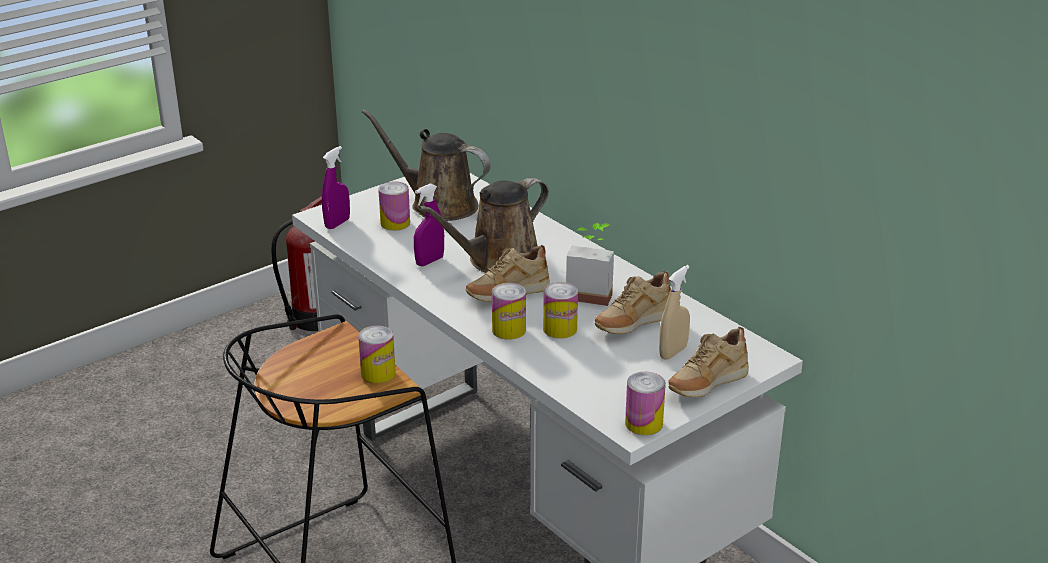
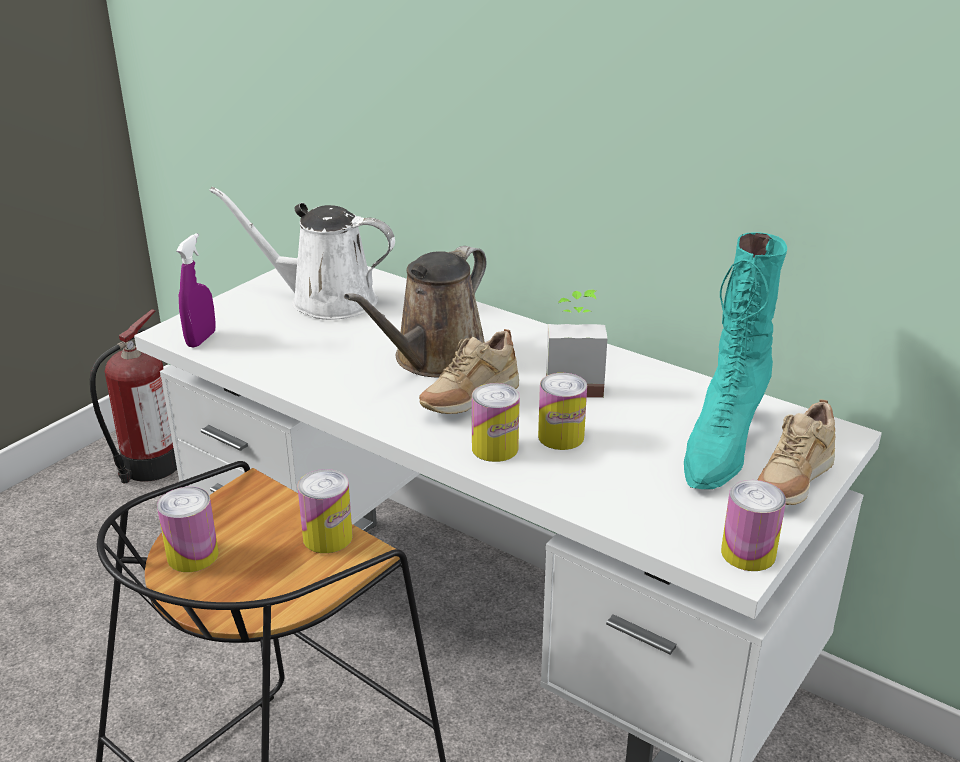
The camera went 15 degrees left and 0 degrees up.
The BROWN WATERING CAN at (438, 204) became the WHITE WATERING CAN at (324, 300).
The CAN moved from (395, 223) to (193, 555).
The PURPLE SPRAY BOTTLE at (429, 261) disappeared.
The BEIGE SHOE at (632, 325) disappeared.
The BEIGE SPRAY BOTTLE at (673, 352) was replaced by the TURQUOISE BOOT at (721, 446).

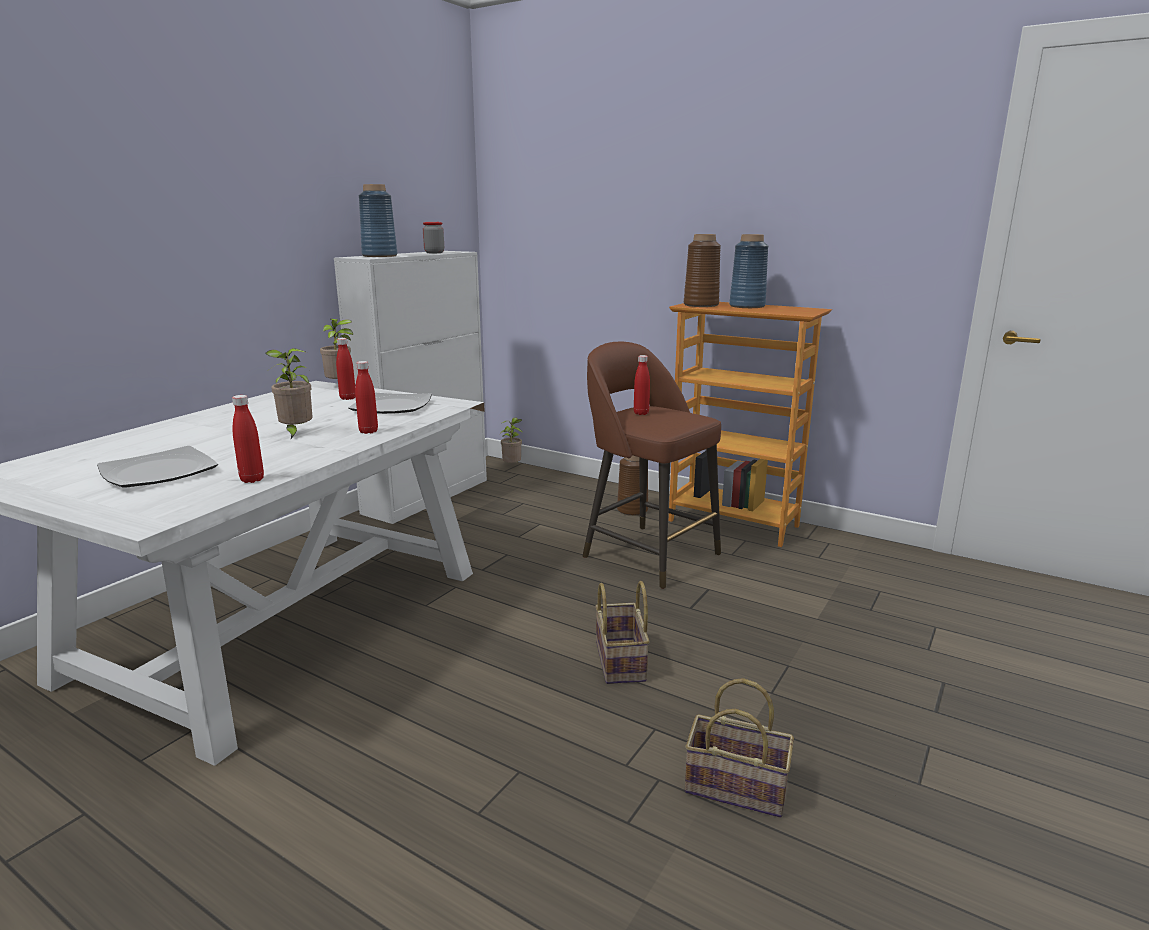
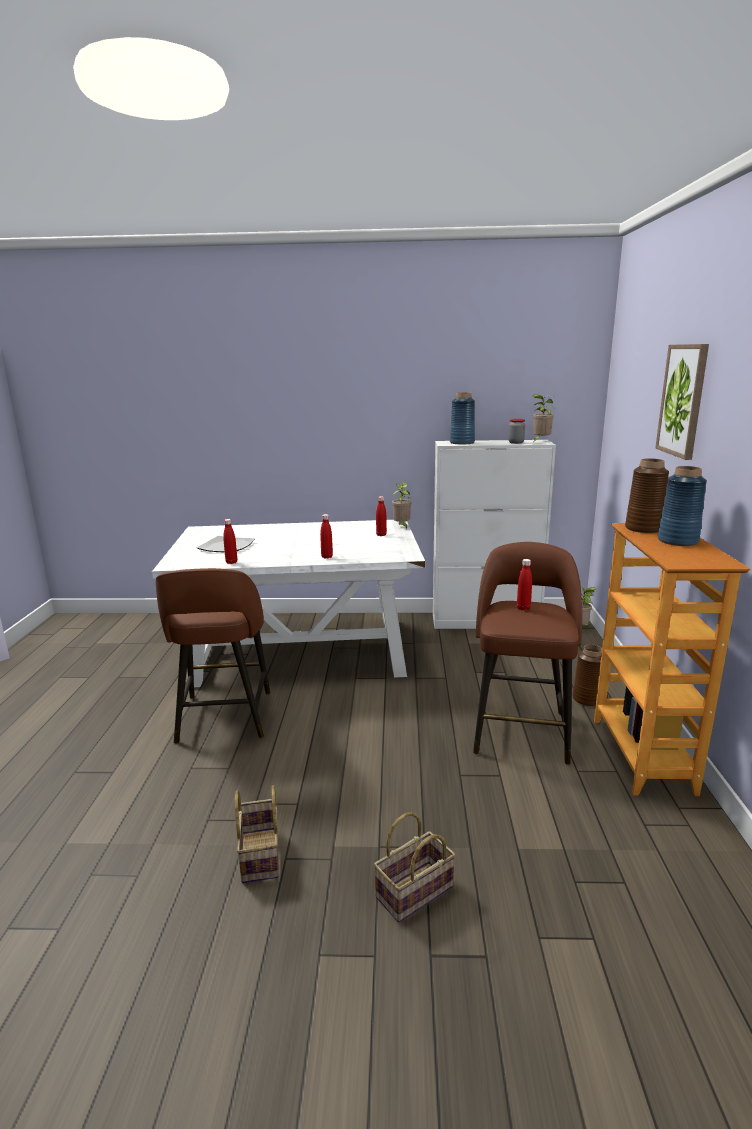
The camera went 60 degrees right and 0 degrees up.
The POTTED PLANT moved from (296, 433) to (540, 441).
The PLATE at (391, 407) disappeared.
The BASKET moved from (622, 662) to (414, 894).
The BROWN STOOL at (224, 718) appeared.
The PICTURE at (683, 400) appeared.

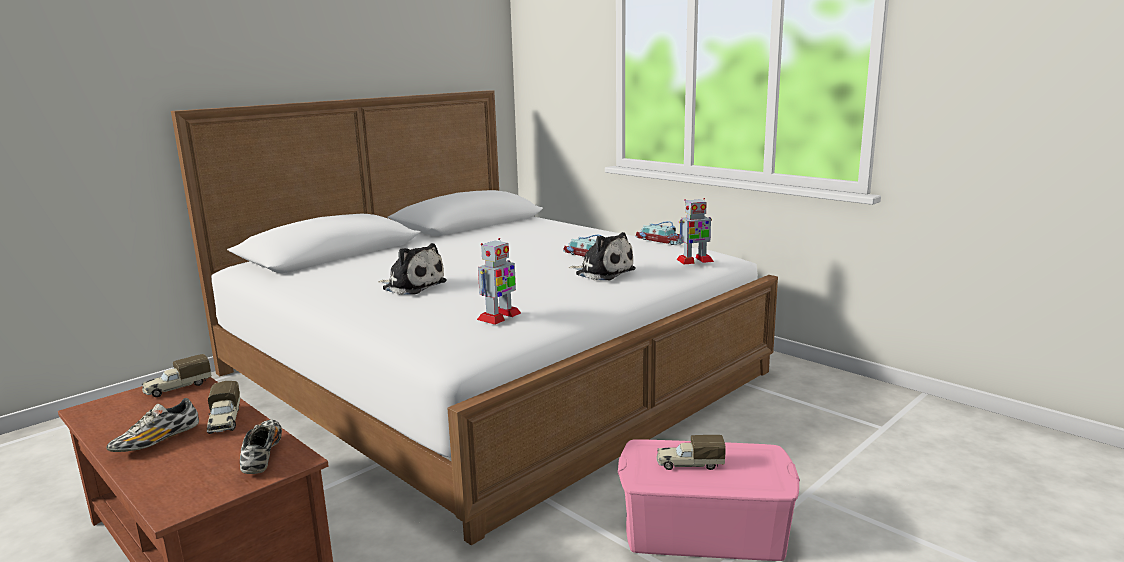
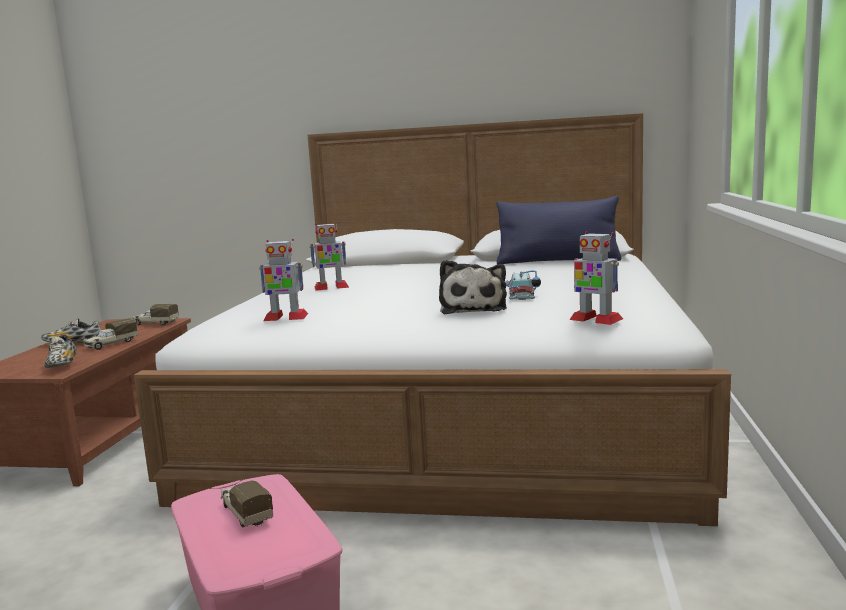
The camera went 55 degrees right and 5 degrees down.
The SHOE at (262, 455) turned 120 degrees clockwise.
The PLUSH TOY at (412, 286) was replaced by the TOY ROBOT at (331, 287).
The TOY CAR at (661, 240) disappeared.
The BLUE PILLOW at (557, 261) appeared.

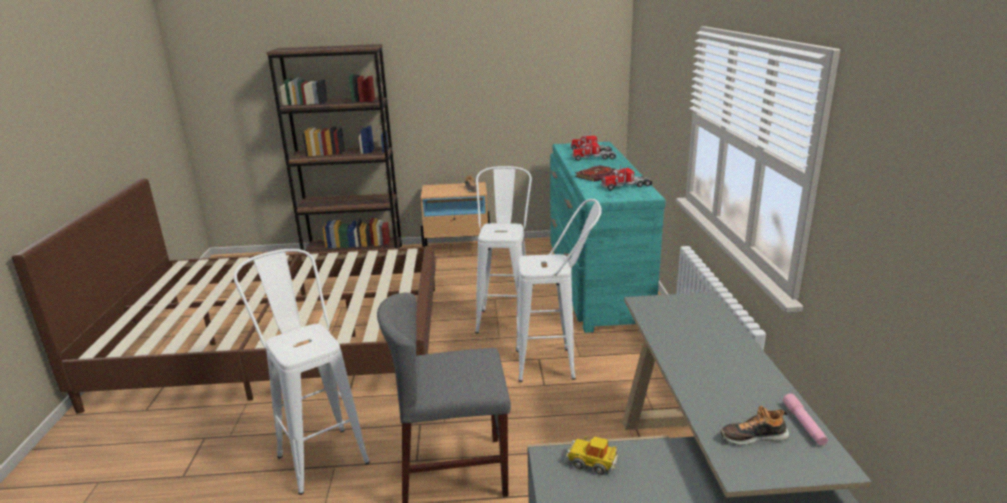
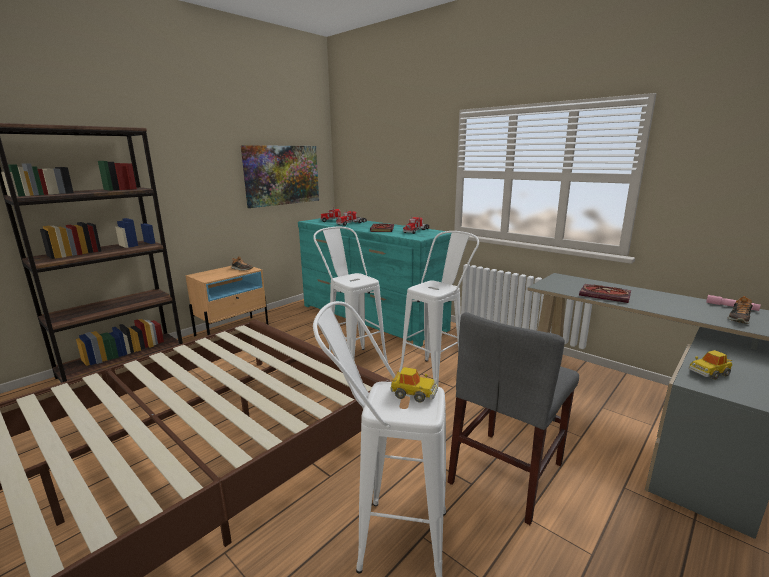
The camera went 45 degrees left and 5 degrees down.
The PICTURE at (282, 175) appeared.
The TOY CAR at (413, 393) appeared.
The BOOK at (606, 295) appeared.

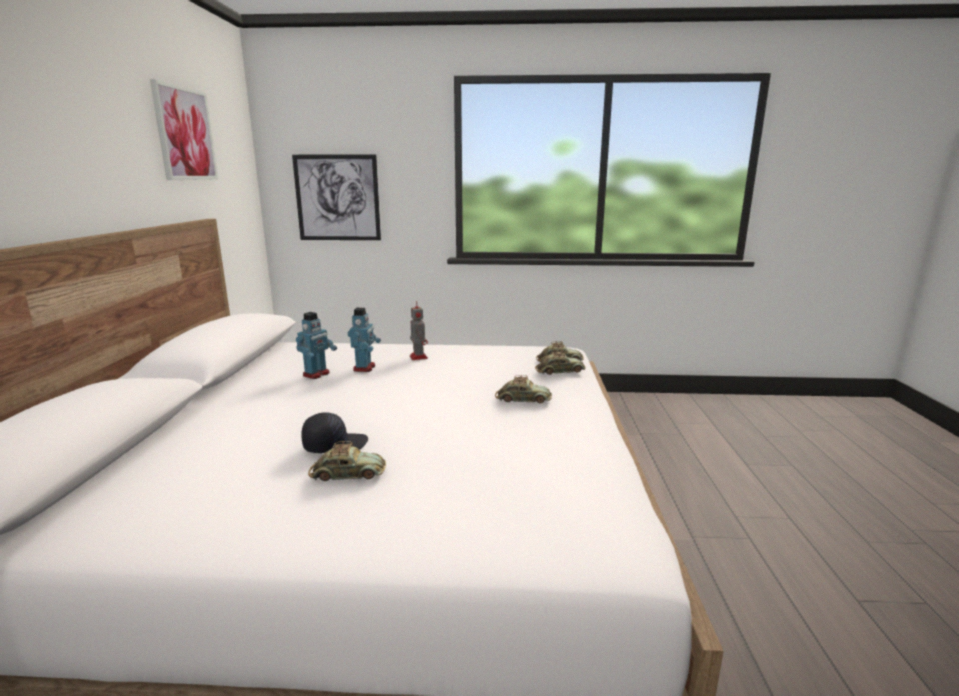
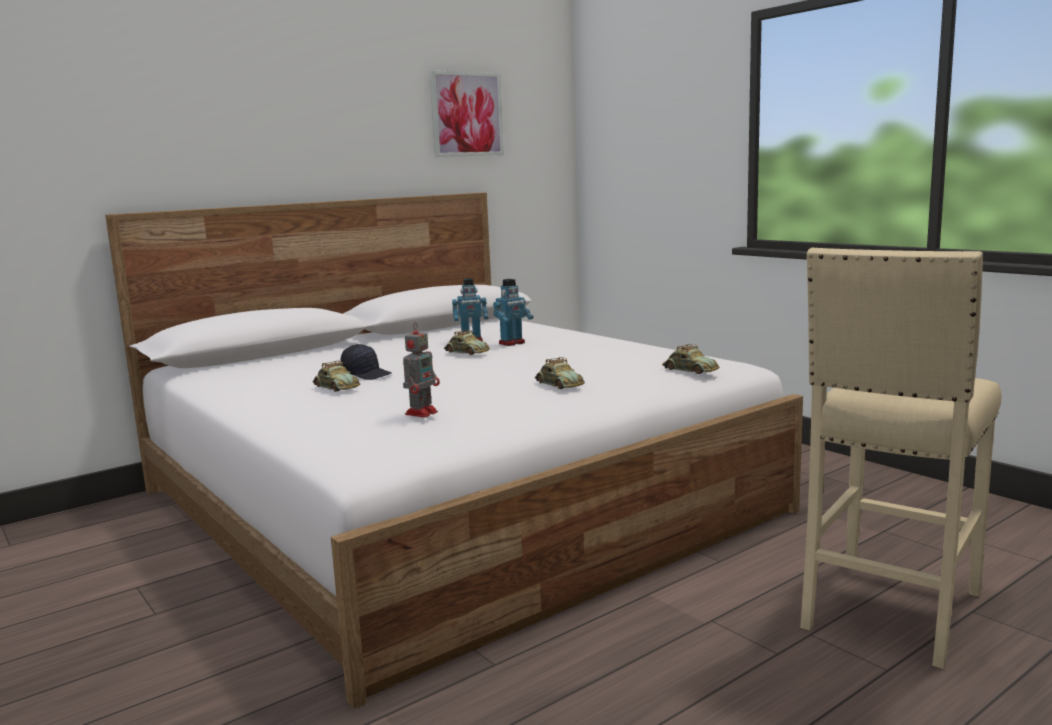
The camera went 50 degrees right and 5 degrees down.
The PICTURE at (337, 198) disappeared.
The TOY ROBOT moved from (418, 357) to (422, 412).
The TOY CAR moved from (559, 371) to (466, 352).
The BEIGE STOOL at (889, 611) appeared.

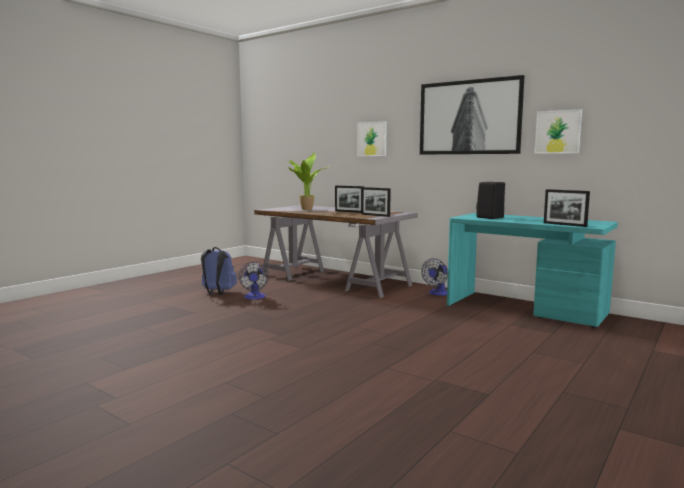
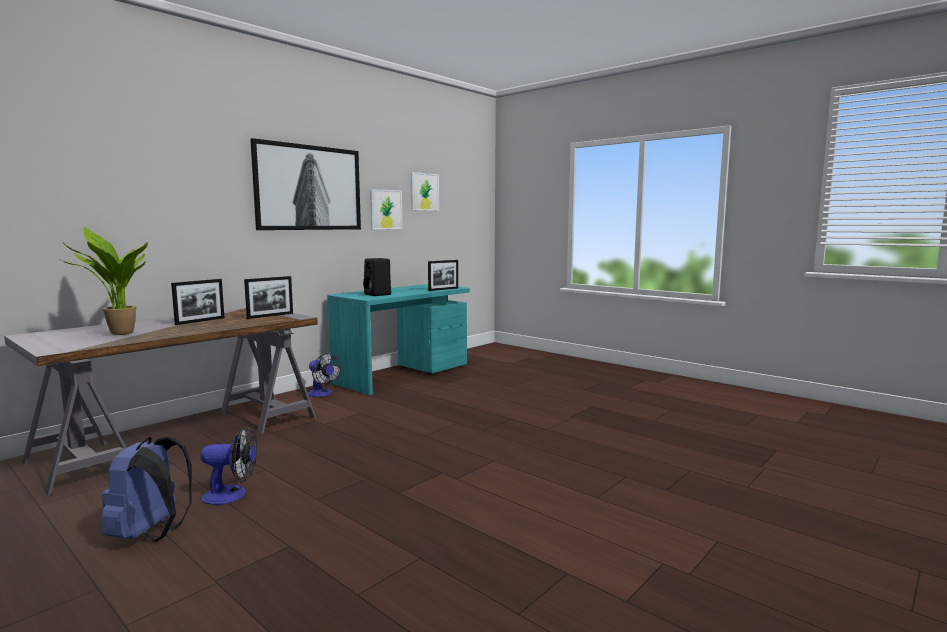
The camera went 85 degrees left and 0 degrees up.
The PICTURE moved from (372, 139) to (424, 192).

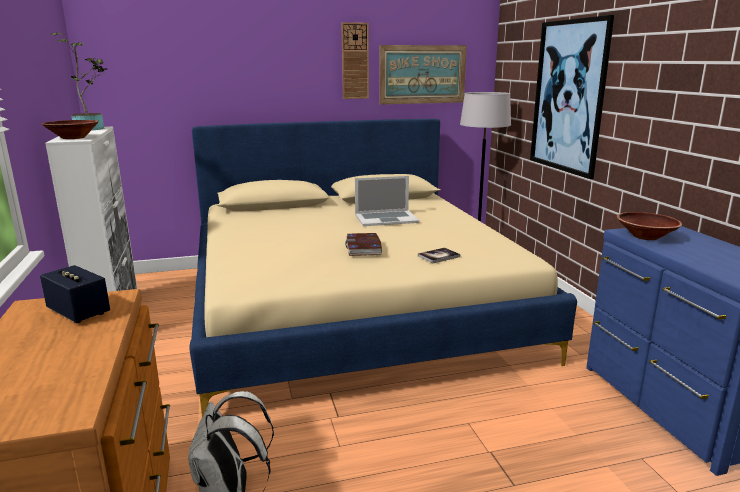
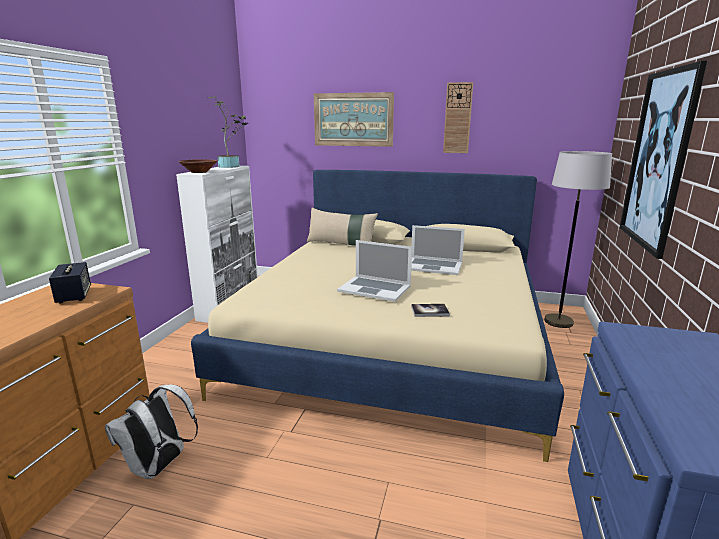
The camera went 30 degrees right and 0 degrees up.
The BOOK at (363, 247) was replaced by the LAPTOP at (374, 288).
The PICTURE moved from (422, 74) to (353, 119).
The BROWN BOWL at (645, 236) disappeared.
The BEIGE PILLOW at (341, 244) appeared.

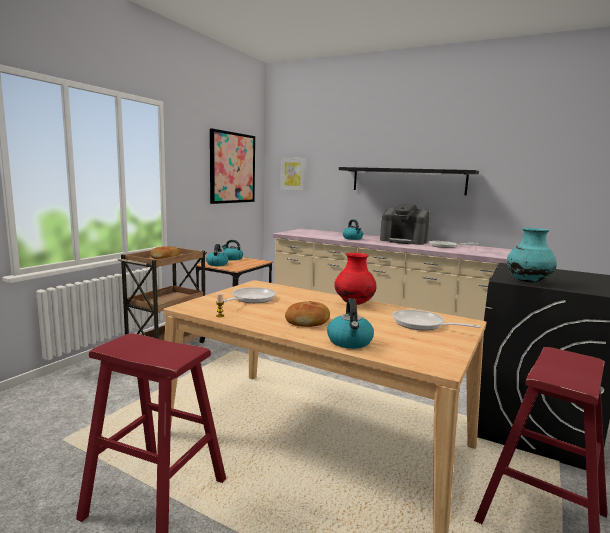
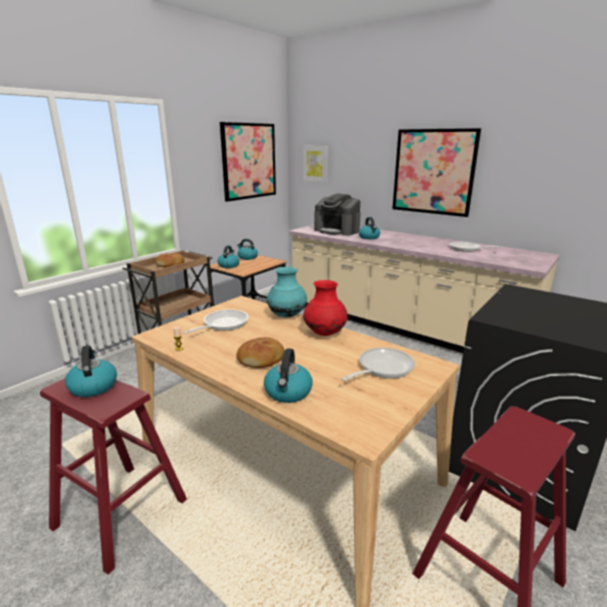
The camera went 10 degrees right and 10 degrees up.
The BLACK SHELF at (407, 181) was replaced by the PICTURE at (433, 172).
The COFFEE MACHINE moved from (404, 241) to (337, 231).
The FRYING PAN at (422, 325) turned 90 degrees clockwise.
The TURQUOISE VASE moved from (528, 282) to (287, 315).
The KETTLE at (93, 386) appeared.

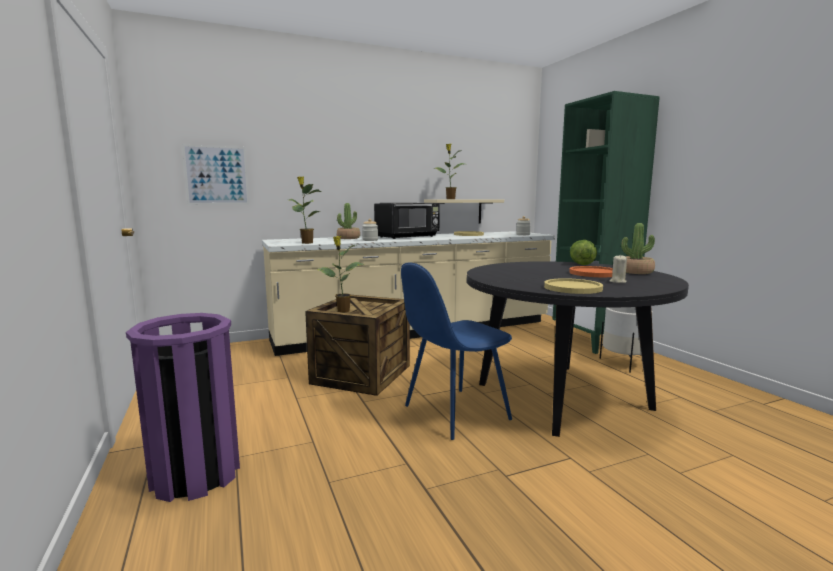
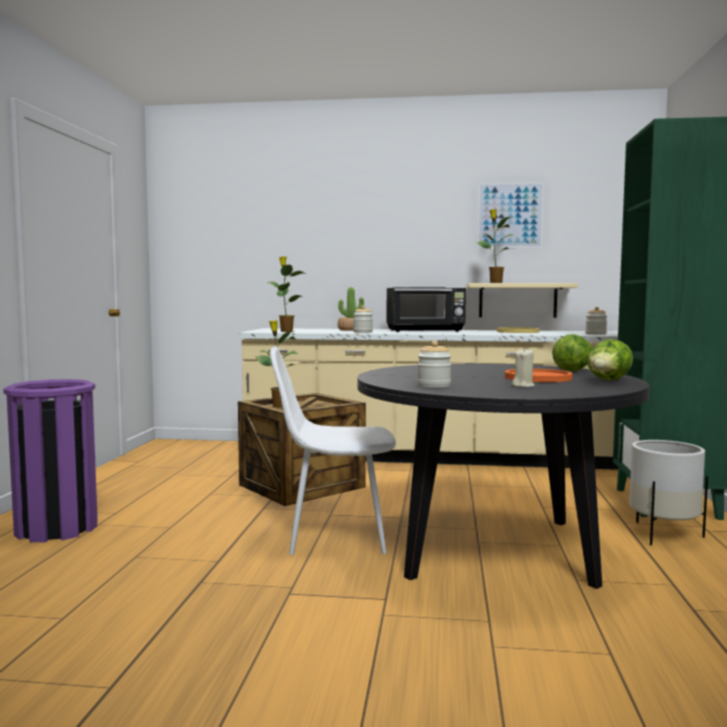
The camera went 30 degrees right and 5 degrees down.
The PICTURE moved from (216, 175) to (510, 215).
The BLUE CHAIR at (454, 413) became the WHITE CHAIR at (333, 535).
The YELLOW PLATE at (572, 288) was replaced by the JAR at (434, 385).
The POTTED PLANT at (636, 272) was replaced by the LETTUCE at (608, 381).

